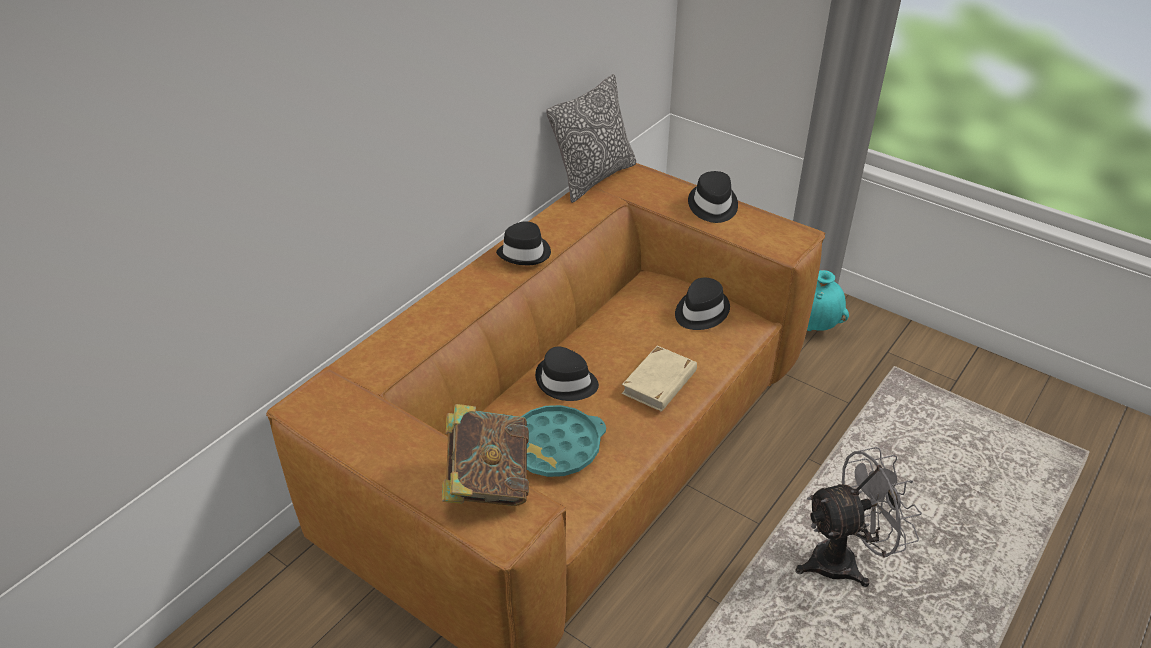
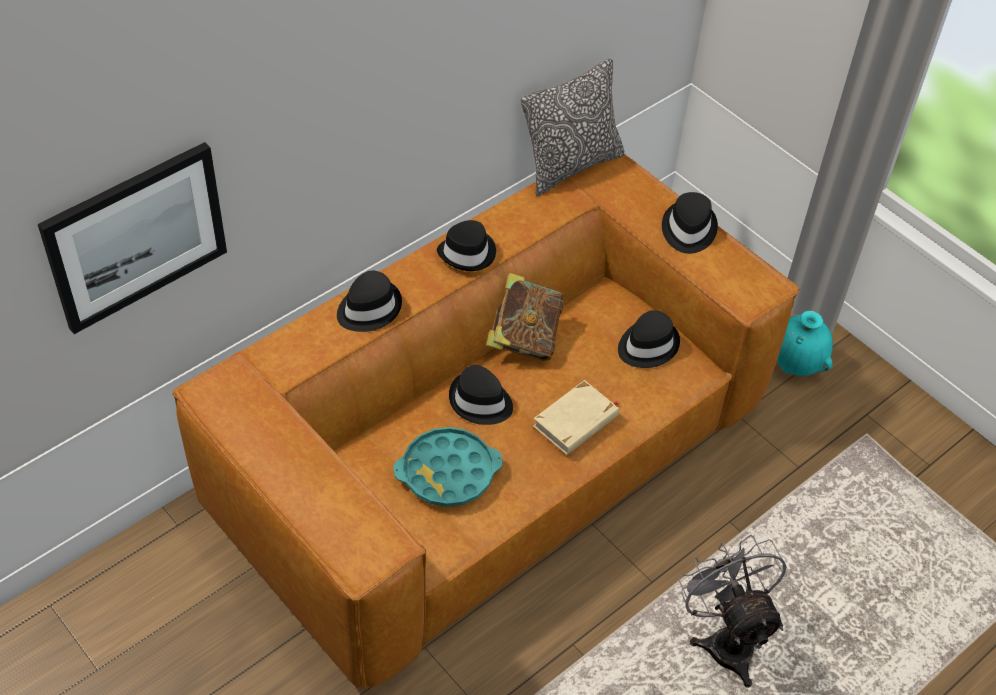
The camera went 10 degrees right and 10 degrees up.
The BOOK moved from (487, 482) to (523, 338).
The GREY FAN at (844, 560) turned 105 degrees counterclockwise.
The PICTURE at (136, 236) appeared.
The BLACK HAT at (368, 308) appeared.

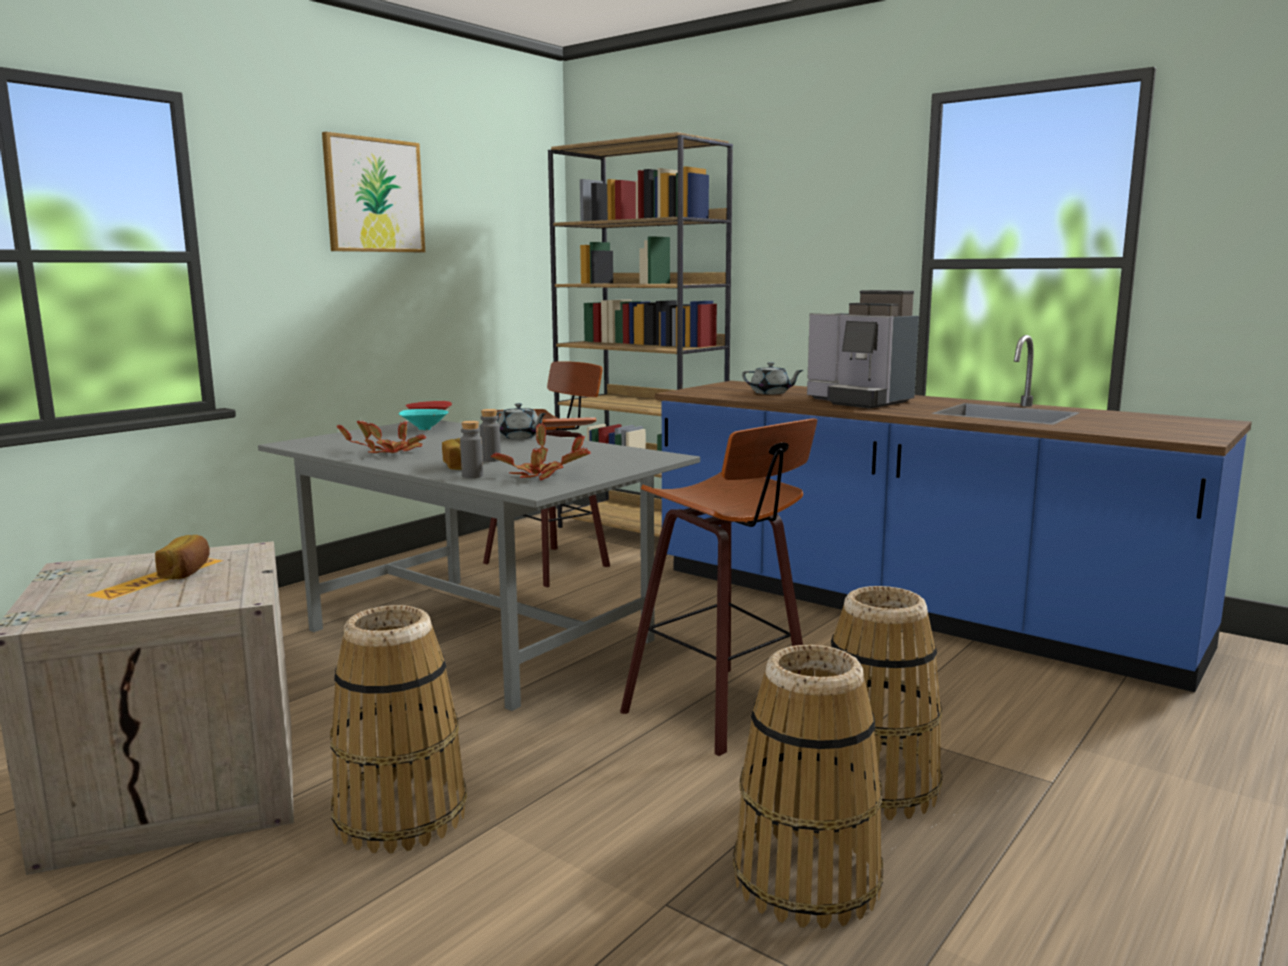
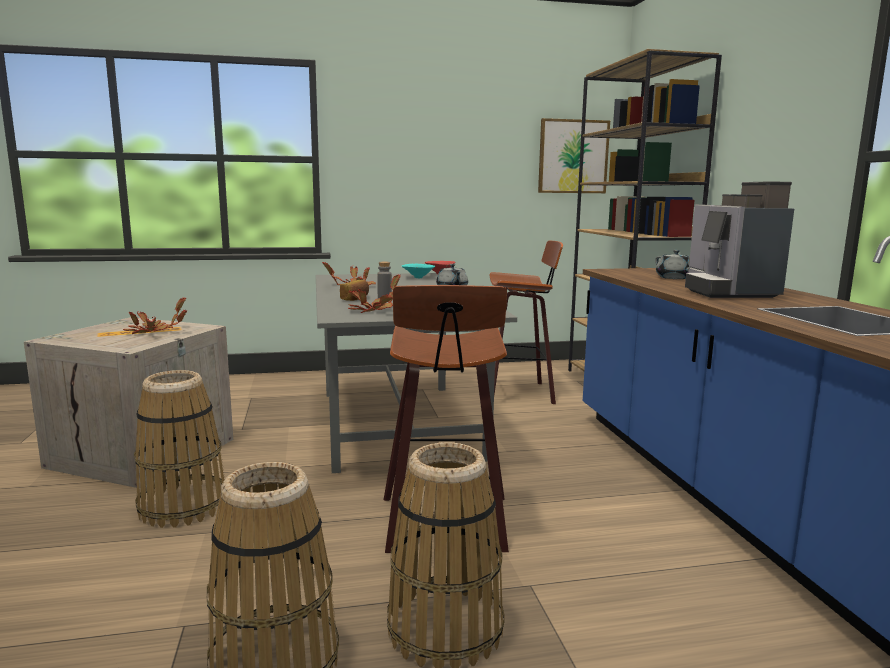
The camera went 40 degrees right and 0 degrees up.
The BREAD at (187, 572) was replaced by the POTTED PLANT at (153, 331).
The PICTURE moved from (374, 195) to (573, 156).
The GREY BOTTLE at (472, 476) disappeared.

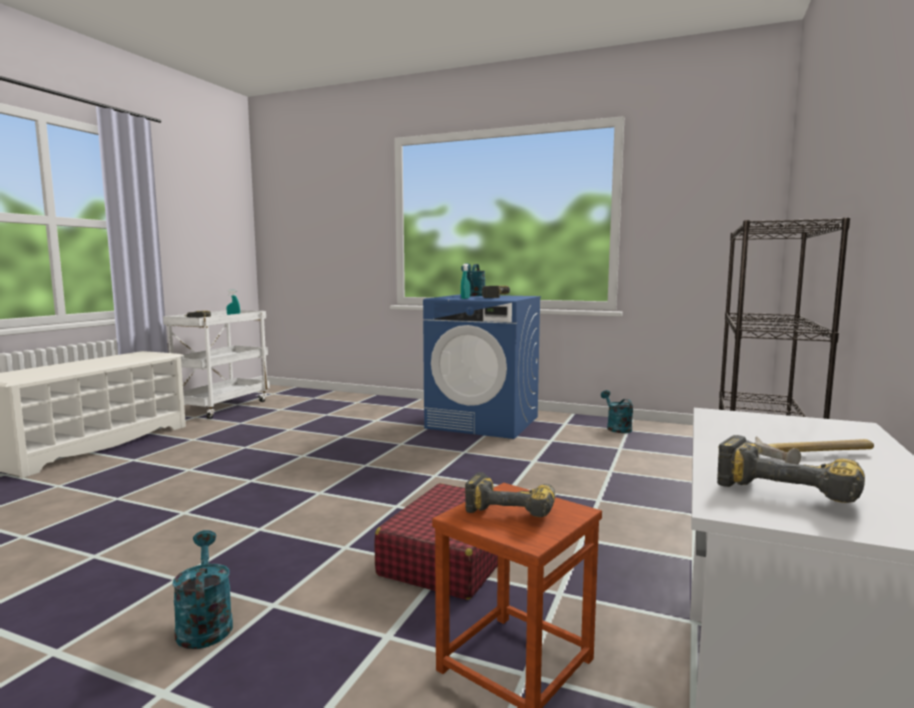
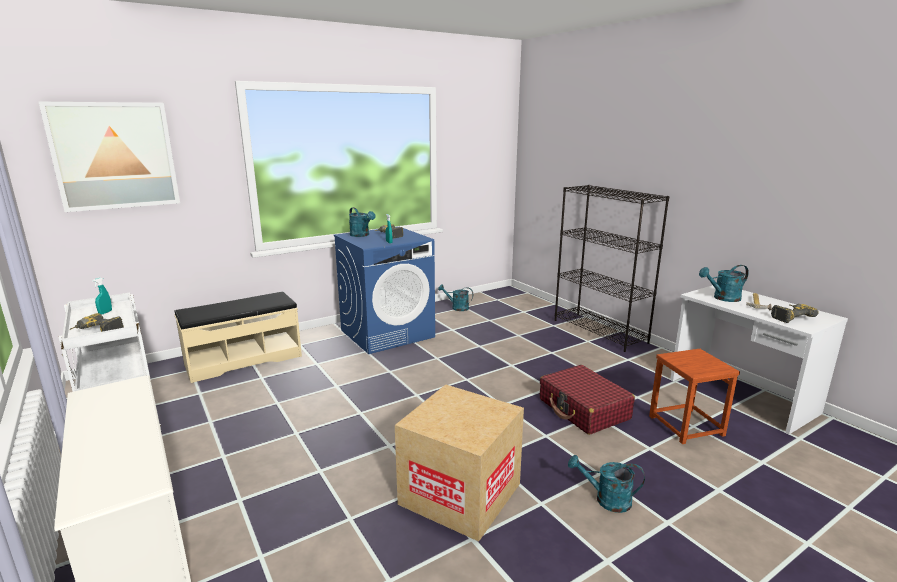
The camera went 55 degrees left and 10 degrees up.
The POWER DRILL at (513, 508) disappeared.
The PICTURE at (114, 156) appeared.
The BEIGE BENCH at (243, 360) appeared.
The CARDBOARD BOX at (460, 494) appeared.
The TURQUOISE WATERING CAN at (722, 298) appeared.

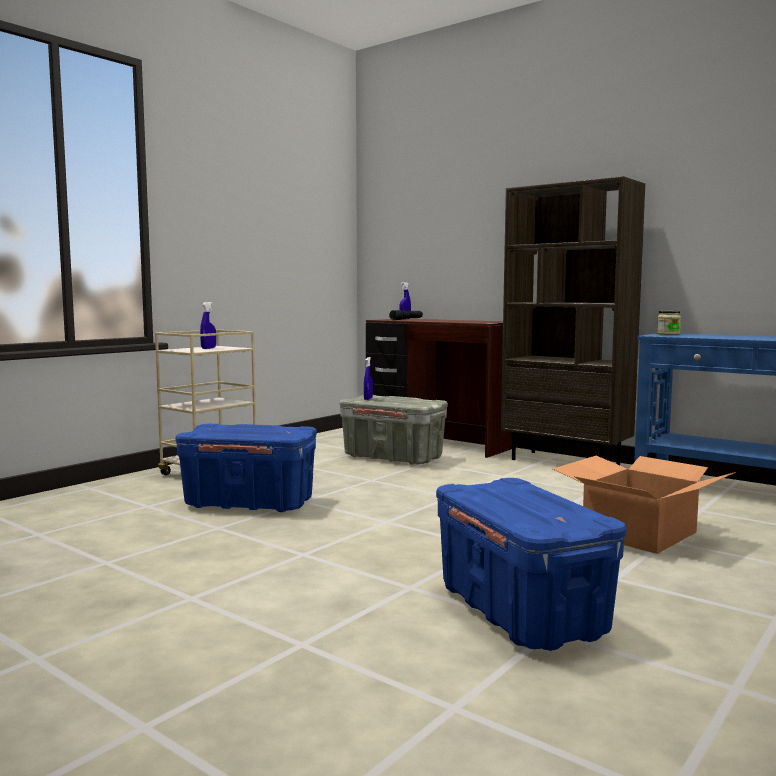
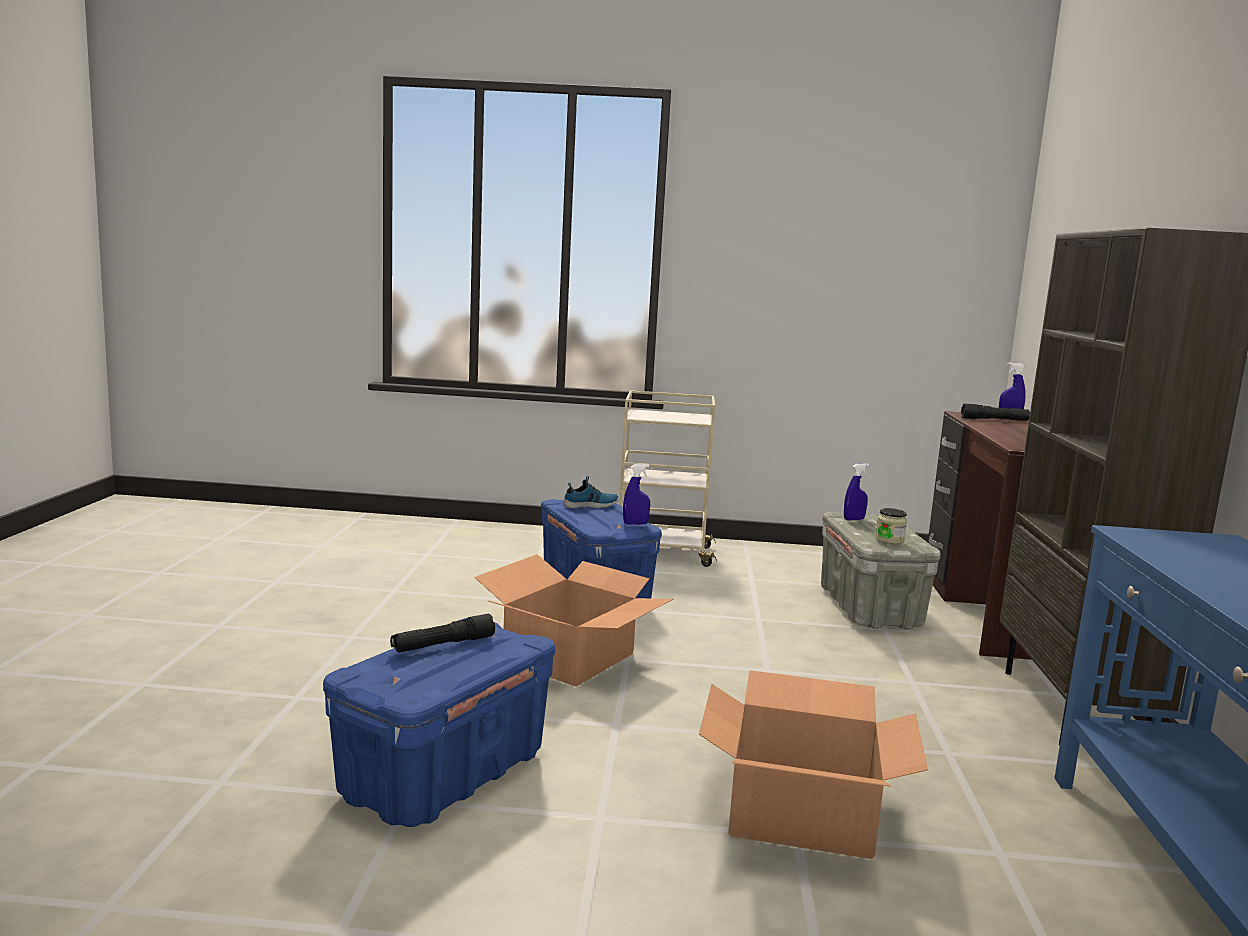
The camera went 55 degrees right and 5 degrees up.
The BLUE SPRAY BOTTLE moved from (208, 348) to (635, 524).
The JAR moved from (668, 334) to (889, 540).
The BLACK FLASHLIGHT at (443, 645) appeared.
The CARDBOARD BOX at (570, 657) appeared.
The SHOE at (591, 505) appeared.

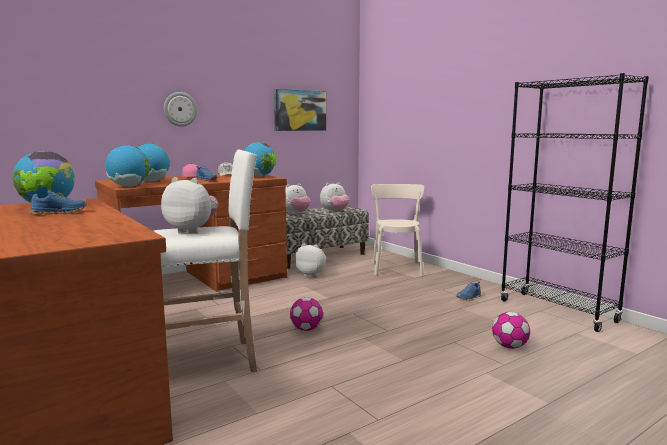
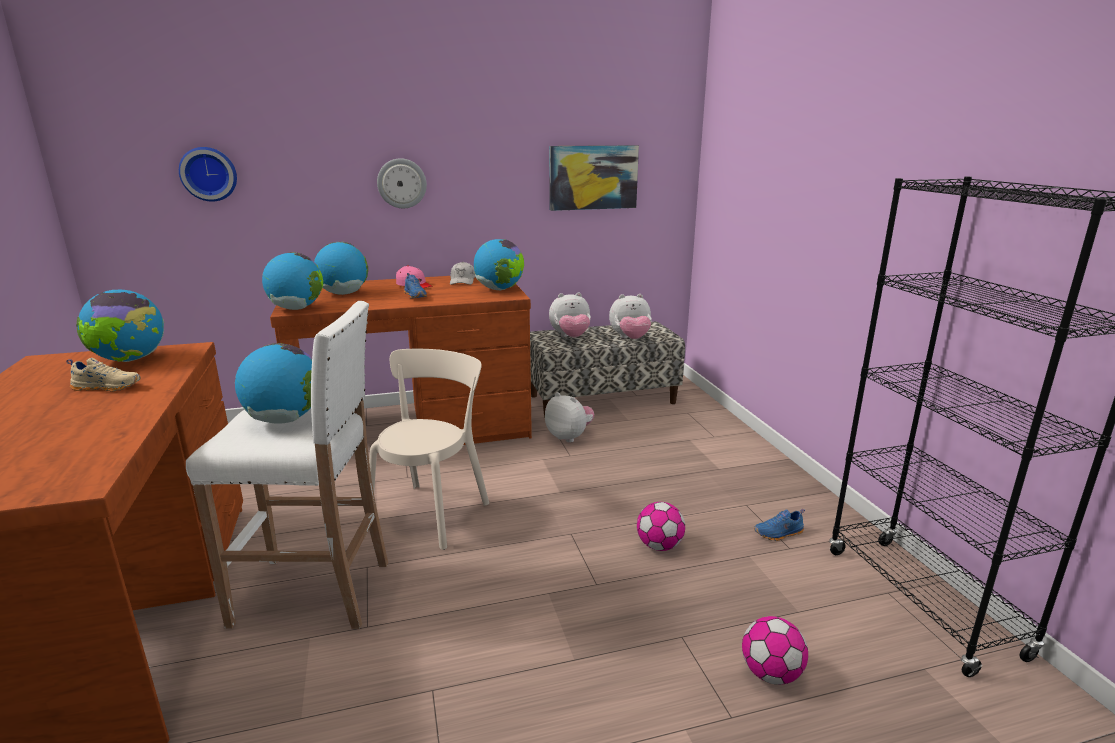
The camera went 20 degrees right and 10 degrees up.
The BLUE SHOE at (59, 213) became the BEIGE SHOE at (108, 387).
The PLUSH TOY at (192, 230) was replaced by the GLOBE at (285, 420).
The FOOTBALL moved from (306, 329) to (659, 546).
The BEIGE CHAIR moved from (396, 268) to (432, 512).
The WALL CLOCK at (209, 174) appeared.

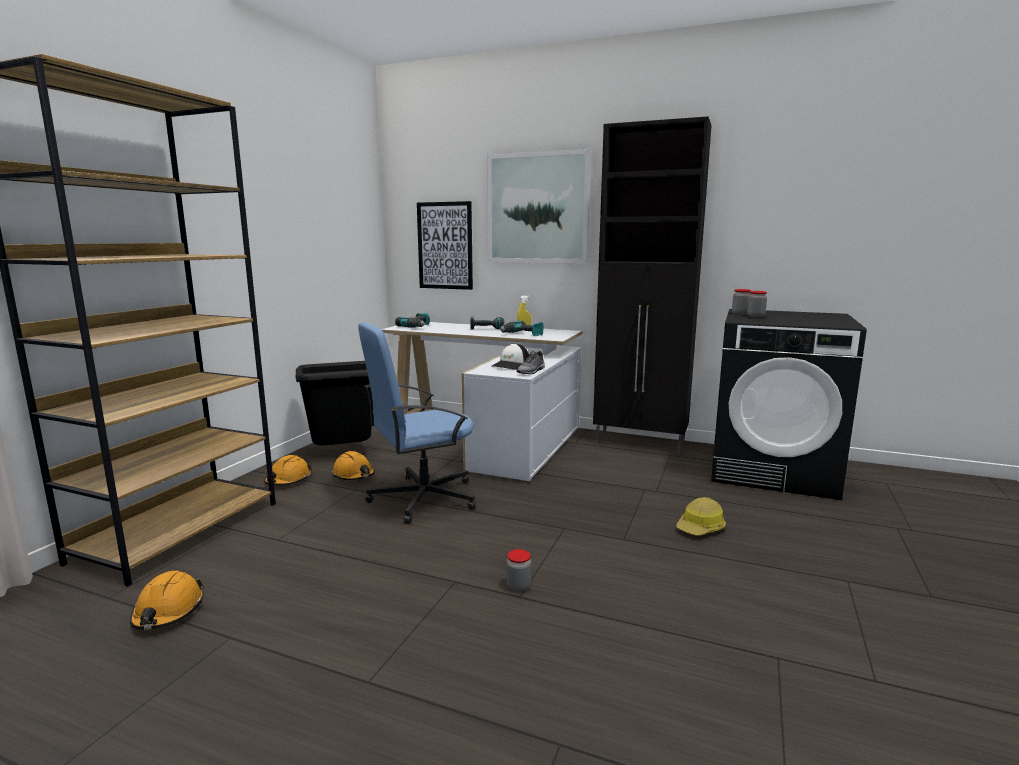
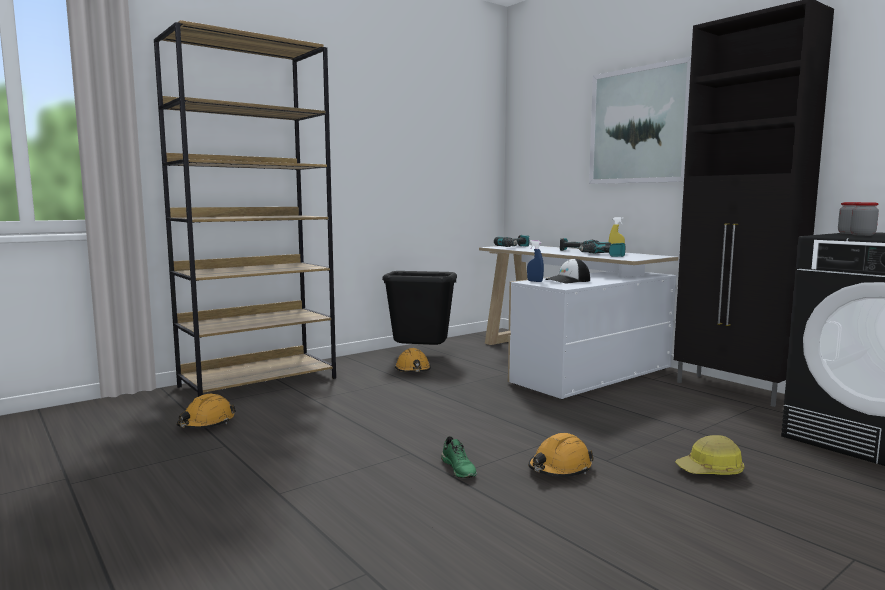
The camera went 30 degrees right and 5 degrees down.
The ORANGE HARD HAT moved from (288, 480) to (559, 468).
The BLUE OFFICE CHAIR at (422, 498) disappeared.
The PICTURE at (445, 246) disappeared.
The JAR at (518, 586) was replaced by the GREEN SHOE at (459, 469).
The GREY SHOE at (531, 371) disappeared.
The BLUE SPRAY BOTTLE at (535, 281) appeared.

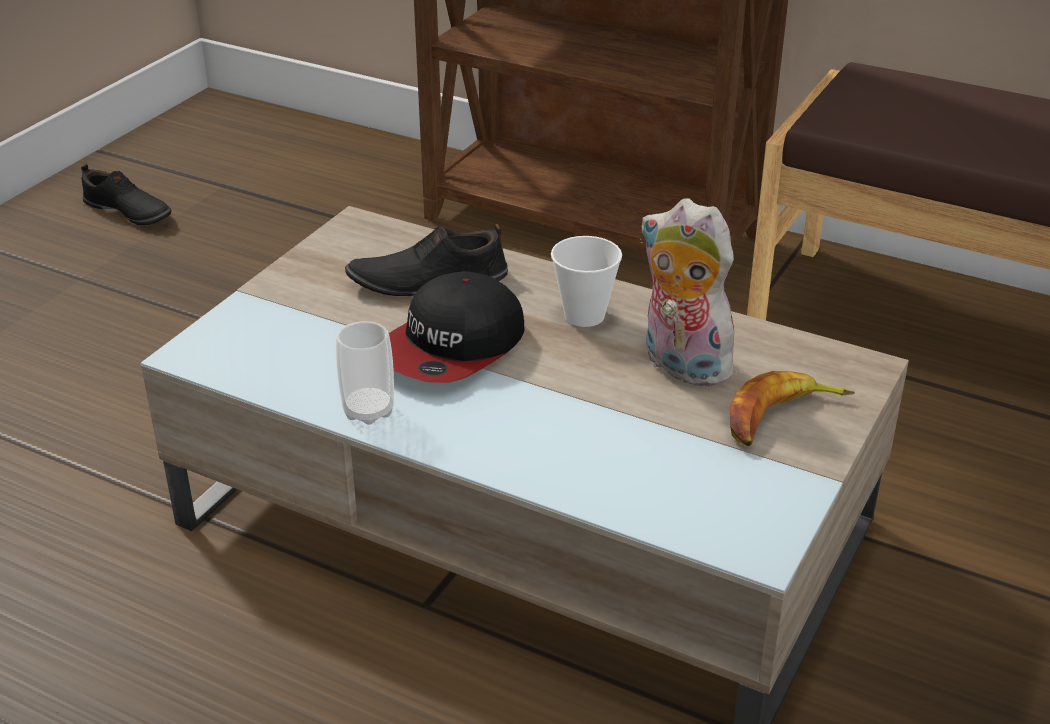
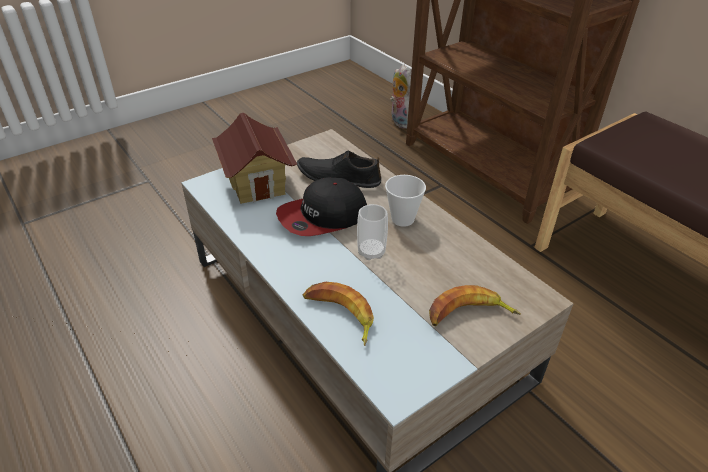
The camera went 25 degrees right and 5 degrees up.
The BLACK SHOE at (128, 212) disappeared.
The CUP moved from (368, 411) to (371, 252).
The PLUSH TOY moved from (680, 366) to (400, 121).
The TOY HOUSE at (257, 184) appeared.
The BANANA at (339, 315) appeared.

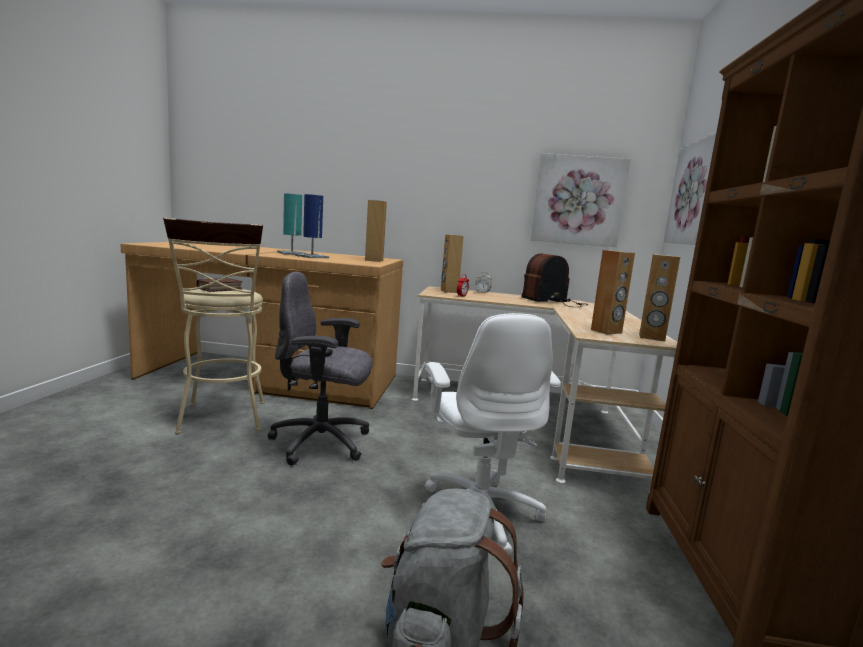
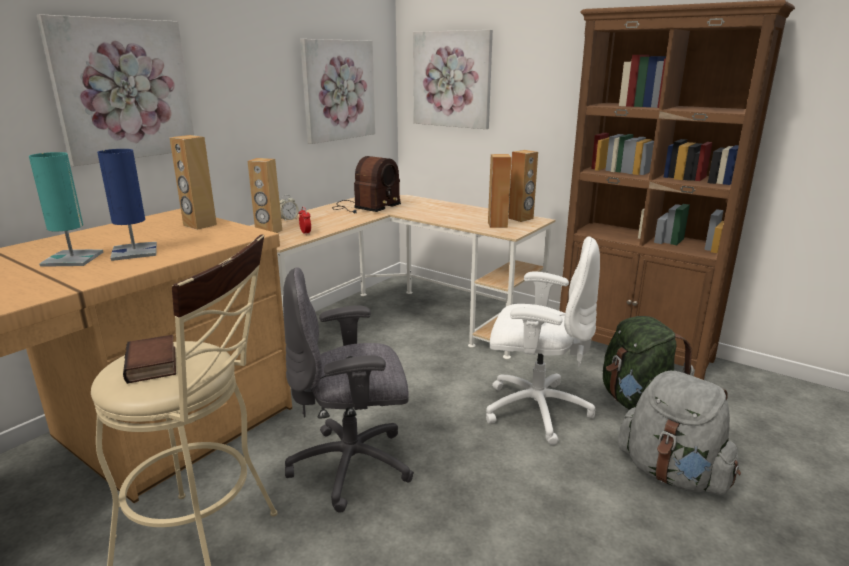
The camera went 60 degrees left and 10 degrees up.
The GREY OFFICE CHAIR at (322, 443) turned 45 degrees clockwise.
The RADIO at (555, 302) turned 150 degrees counterclockwise.
The PICTURE at (123, 90) appeared.
The GREEN BACKPACK at (636, 402) appeared.

